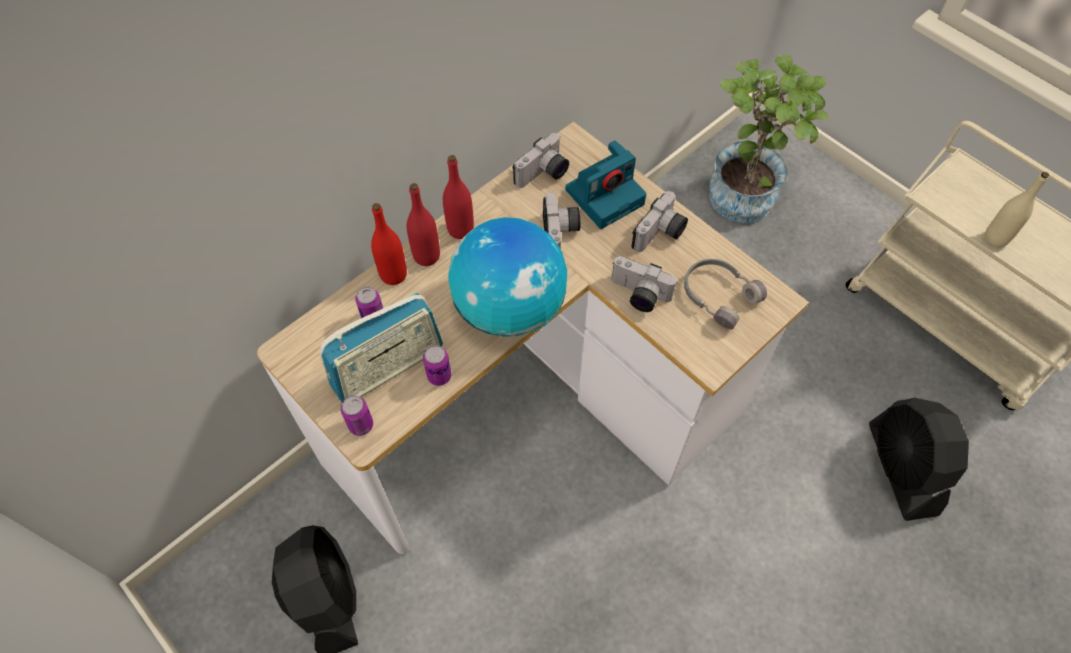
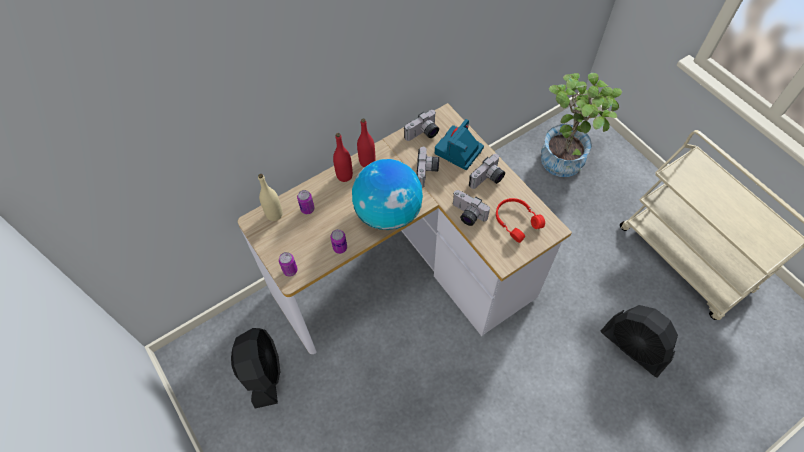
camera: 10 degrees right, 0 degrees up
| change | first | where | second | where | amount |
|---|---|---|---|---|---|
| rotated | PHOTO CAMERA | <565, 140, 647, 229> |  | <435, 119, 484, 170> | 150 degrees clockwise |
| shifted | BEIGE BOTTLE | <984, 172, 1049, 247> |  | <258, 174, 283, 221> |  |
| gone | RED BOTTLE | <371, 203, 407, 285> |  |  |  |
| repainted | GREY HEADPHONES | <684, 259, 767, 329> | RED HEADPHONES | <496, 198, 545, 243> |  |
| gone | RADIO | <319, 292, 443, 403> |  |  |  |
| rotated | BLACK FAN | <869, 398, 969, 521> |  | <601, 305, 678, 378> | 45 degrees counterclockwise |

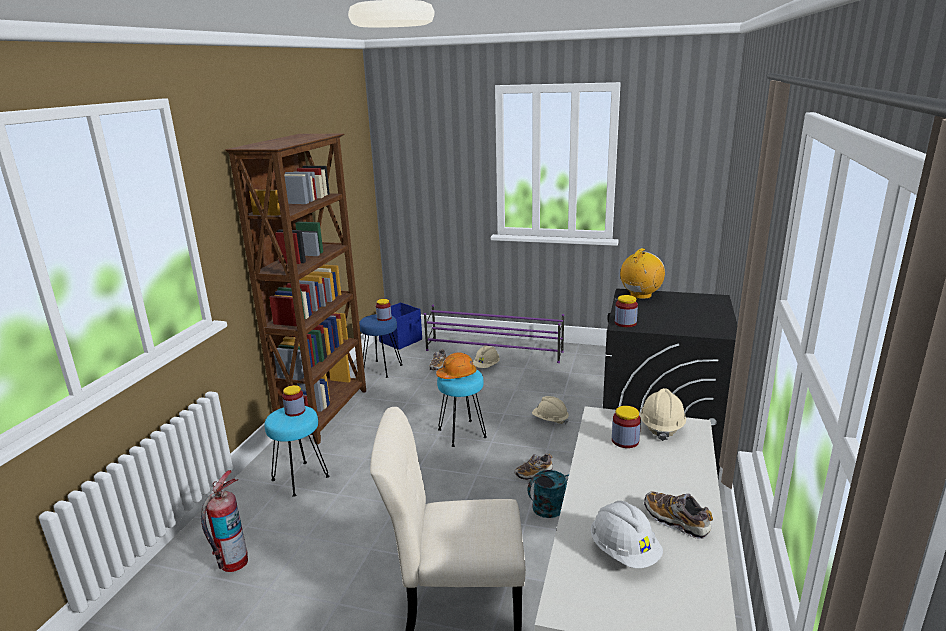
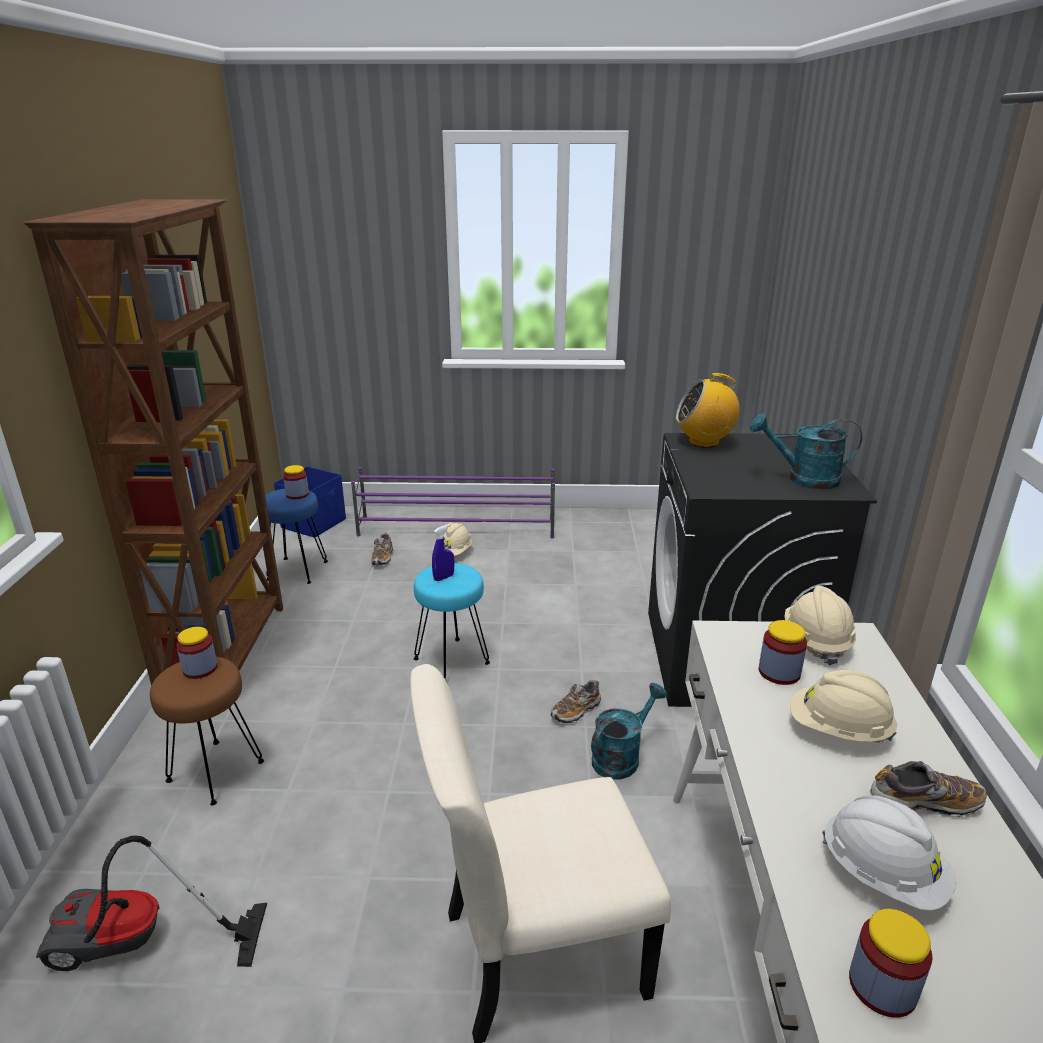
camera: 15 degrees left, 5 degrees up
| change | first | where | second | where | amount |
|---|---|---|---|---|---|
| rotated | RADIO | <620, 248, 665, 299> |  | <676, 373, 740, 448> | 120 degrees counterclockwise |
| shifted | JAR | <615, 295, 638, 327> |  | <849, 909, 933, 1018> |  |
| swapped | ORANGE HARD HAT | <436, 352, 476, 379> | BLUE SPRAY BOTTLE | <432, 524, 455, 581> |  |
| shifted | BEIGE HARD HAT | <532, 396, 569, 424> |  | <790, 670, 897, 743> |  |
| repainted | TURQUOISE STOOL | <265, 406, 329, 497> | BROWN STOOL | <150, 657, 264, 805> |  |
| swapped | FIRE EXTINGUISHER | <201, 470, 248, 572> | VACUUM CLEANER | <36, 836, 267, 971> |  |
| rotated | SHOE | <644, 491, 713, 539> |  | <869, 761, 987, 817> | 150 degrees clockwise |
| new |  |  | TURQUOISE WATERING CAN | <750, 413, 862, 490> |  |

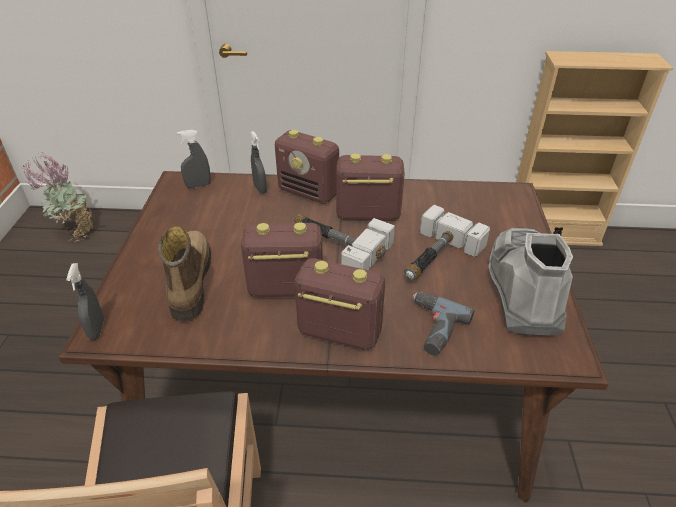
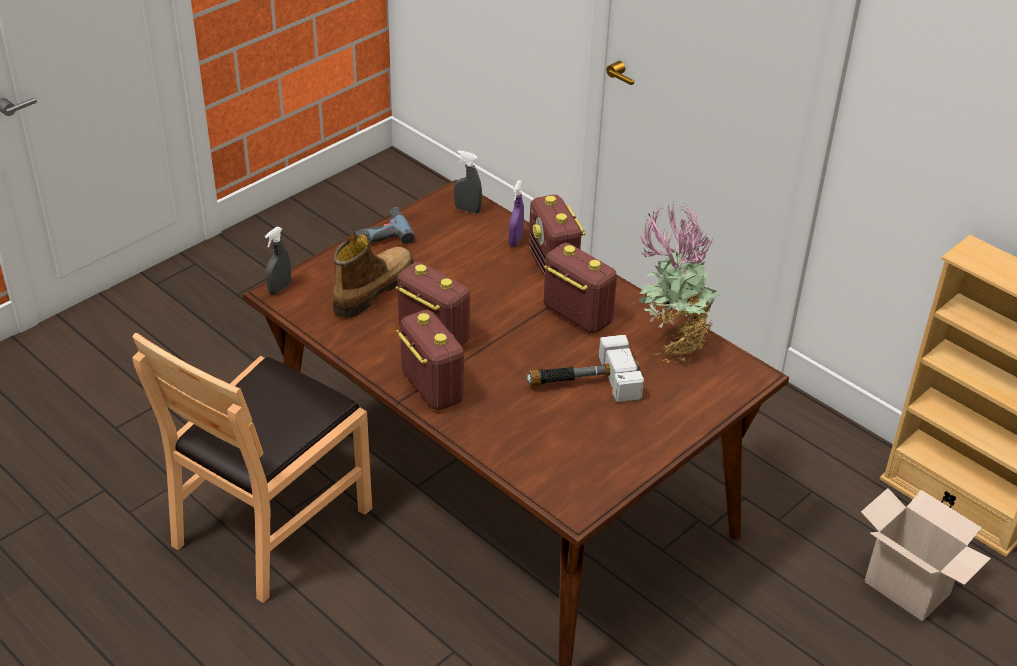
camera: 40 degrees right, 0 degrees up
| change | first | where | second | where | amount |
|---|---|---|---|---|---|
| repainted | GREY SPRAY BOTTLE | <250, 131, 267, 194> | PURPLE SPRAY BOTTLE | <509, 180, 524, 247> |  |
| shifted | POTTED PLANT | <22, 154, 94, 242> |  | <638, 202, 719, 363> |  |
| gone | HAMMER | <293, 214, 395, 270> |  |  |  |
| gone | GREY BOOT | <489, 228, 573, 335> |  |  |  |
| shifted | POWER DRILL | <413, 291, 475, 355> |  | <354, 207, 415, 244> |  |
| new |  |  | CARDBOARD BOX | <861, 488, 991, 621> |  |

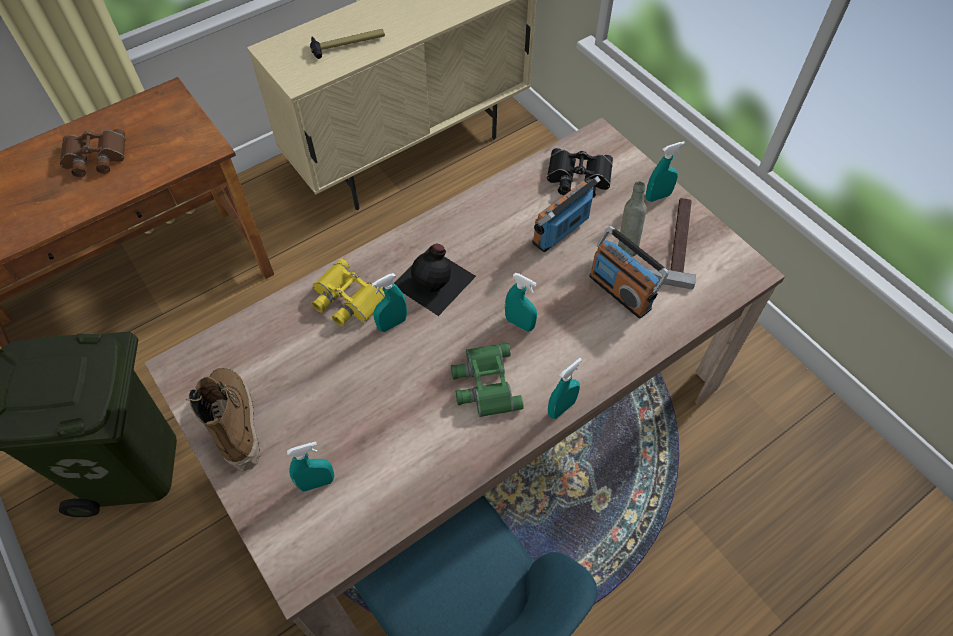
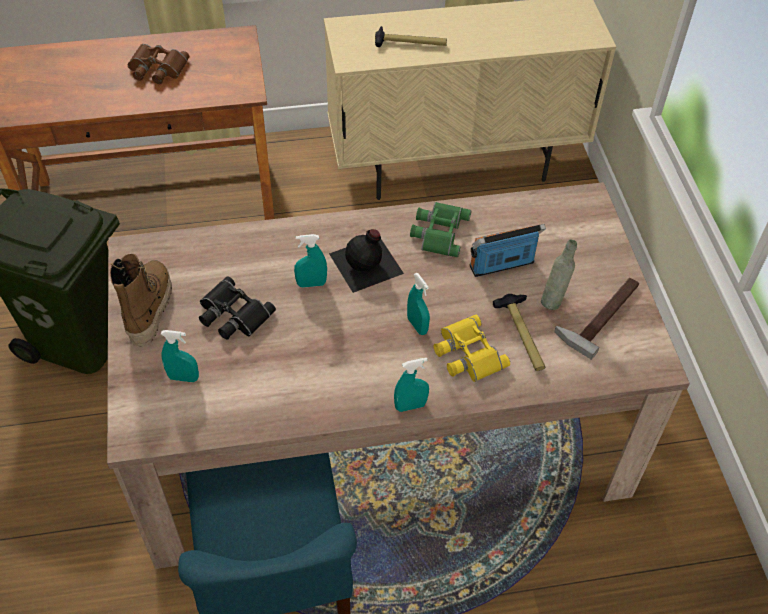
camera: 25 degrees right, 5 degrees down
| change | first | where | second | where | amount |
|---|---|---|---|---|---|
| gone | TURQUOISE SPRAY BOTTLE | <646, 141, 685, 202> |  |  |  |
| shifted | BLACK BINOCULARS | <547, 148, 613, 198> |  | <199, 276, 276, 340> |  |
| swapped | RADIO | <589, 226, 669, 319> | HAMMER | <493, 294, 545, 371> |  |
| shifted | YELLOW BINOCULARS | <312, 258, 385, 326> |  | <434, 315, 510, 382> |  |
| shifted | GREEN BINOCULARS | <451, 343, 524, 417> |  | <410, 202, 471, 257> |  |

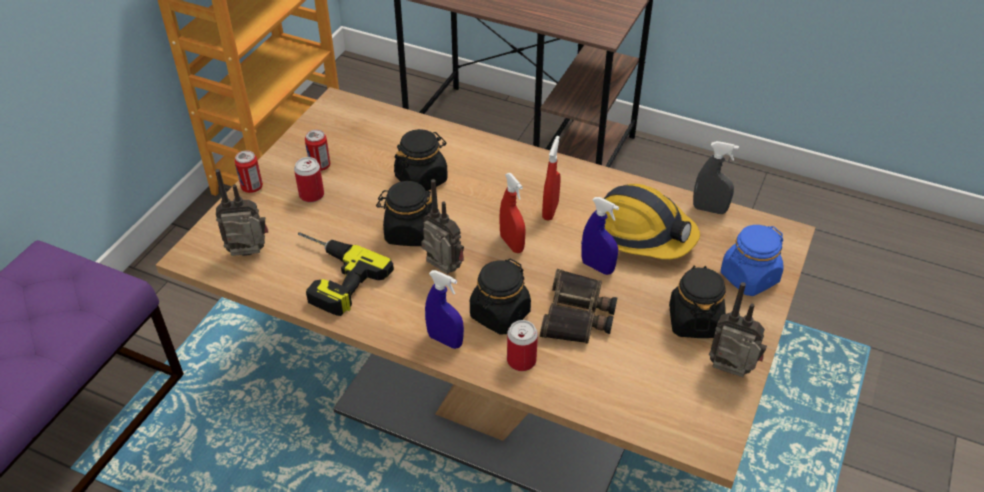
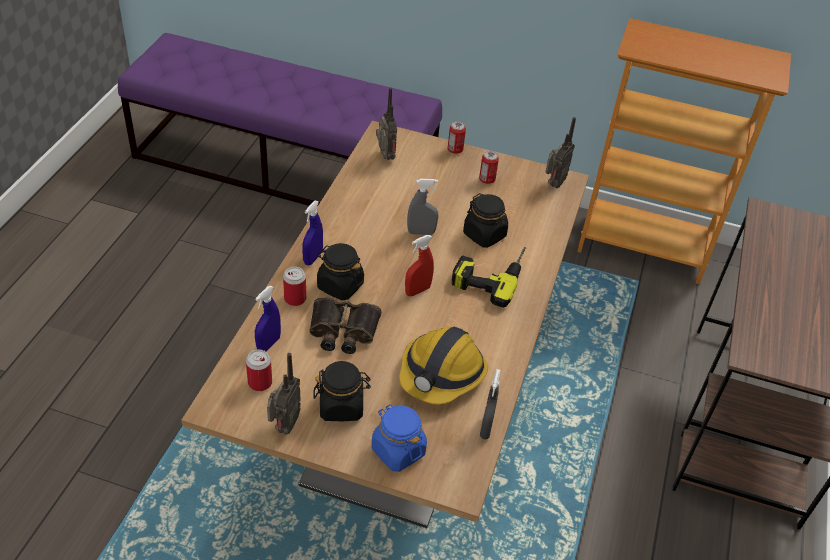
camera: 80 degrees right, 0 degrees up
| change | first | where | second | where | amount |
|---|---|---|---|---|---|
| gone | RED SPRAY BOTTLE | <542, 136, 561, 221> |  |  |  |
| shifted | CAN | <294, 157, 324, 202> |  | <246, 349, 272, 391> |  |
| shifted | RADIO | <421, 179, 464, 274> |  | <545, 117, 576, 188> |  |
| swapped | BLACK JAR | <376, 181, 432, 246> | GREY SPRAY BOTTLE | <407, 179, 438, 235> |  |
| shifted | BLUE SPRAY BOTTLE | <581, 197, 619, 275> |  | <255, 286, 281, 352> |  |
| shifted | POWER DRILL | <298, 232, 394, 316> |  | <452, 247, 526, 308> |  |

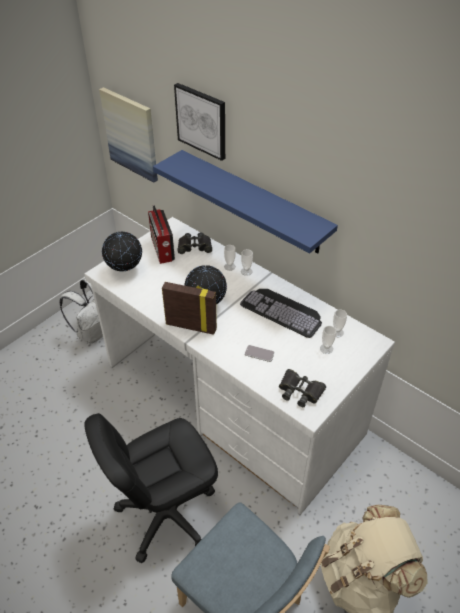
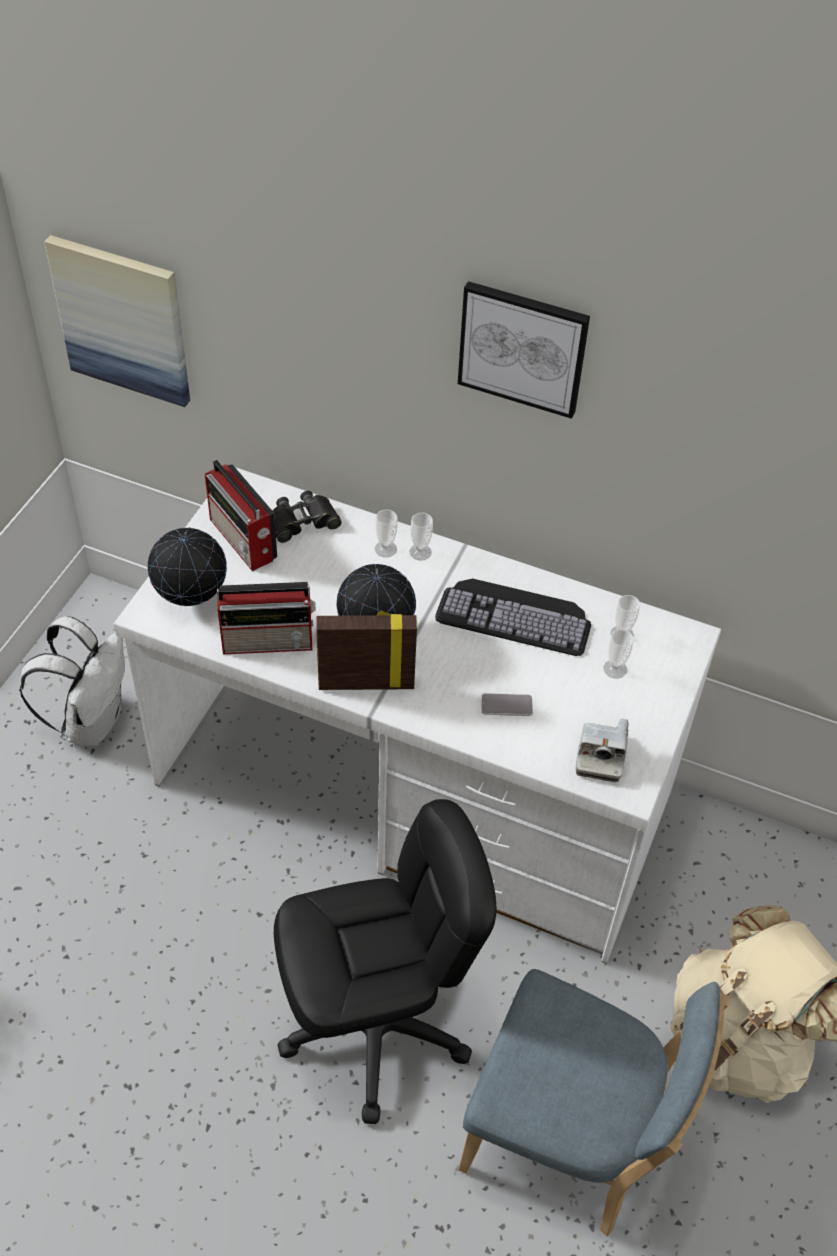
camera: 20 degrees left, 5 degrees up
| change | first | where | second | where | amount |
|---|---|---|---|---|---|
| shifted | PICTURE | <174, 83, 225, 161> |  | <458, 281, 590, 419> |  |
| gone | BLUE SHELF | <153, 150, 338, 253> |  |  |  |
| swapped | BLACK BINOCULARS | <279, 369, 326, 407> | PHOTO CAMERA | <576, 719, 628, 782> |  |
| rotated | BLACK OFFICE CHAIR | <84, 413, 218, 563> |  | <274, 799, 496, 1124> | 150 degrees counterclockwise |
| new |  |  | RADIO | <217, 582, 316, 655> |  |

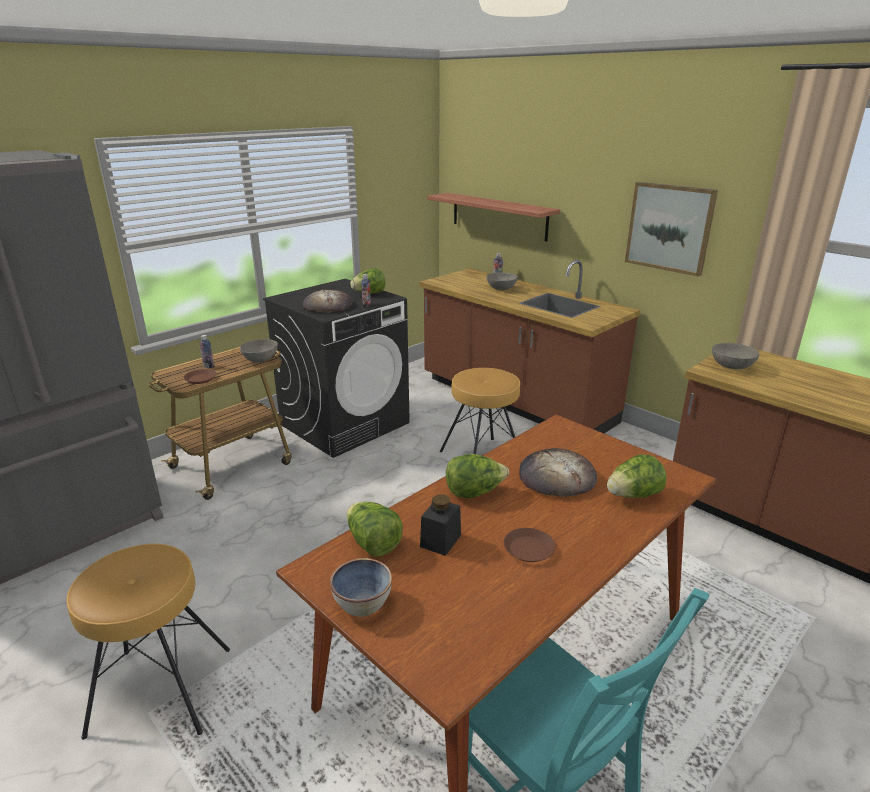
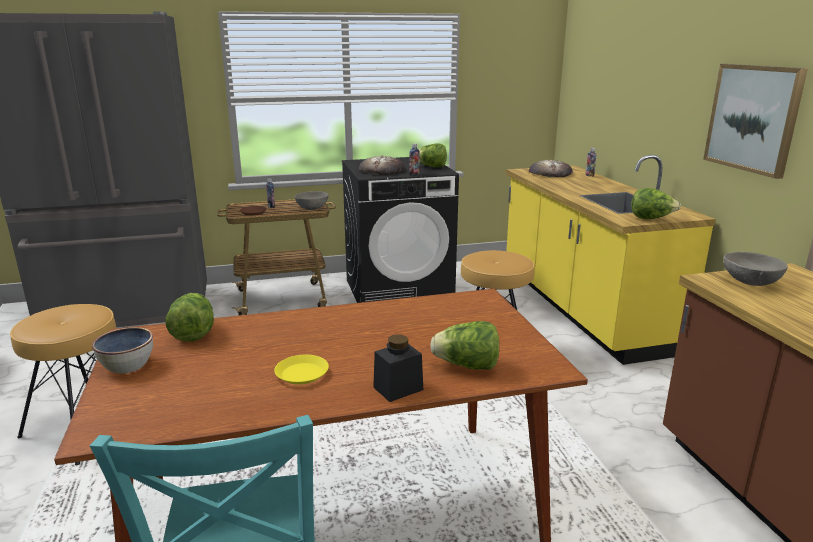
camera: 30 degrees right, 5 degrees down
| change | first | where | second | where | amount |
|---|---|---|---|---|---|
| gone | SHELF | <427, 193, 560, 241> |  |  |  |
| repainted | BROWN COUNTER | <419, 260, 640, 433> | YELLOW COUNTER | <506, 155, 716, 365> |  |
| gone | GREY BOWL | <486, 272, 518, 290> |  |  |  |
| shifted | BREAD | <519, 448, 597, 497> |  | <529, 160, 573, 177> |  |
| shifted | LETTUCE | <446, 454, 509, 498> |  | <631, 188, 681, 220> |  |
| shifted | BLACK JAR | <420, 494, 461, 556> |  | <373, 334, 423, 402> |  |
| repainted | BROWN PLATE | <504, 528, 555, 562> | YELLOW PLATE | <274, 355, 329, 385> |  |

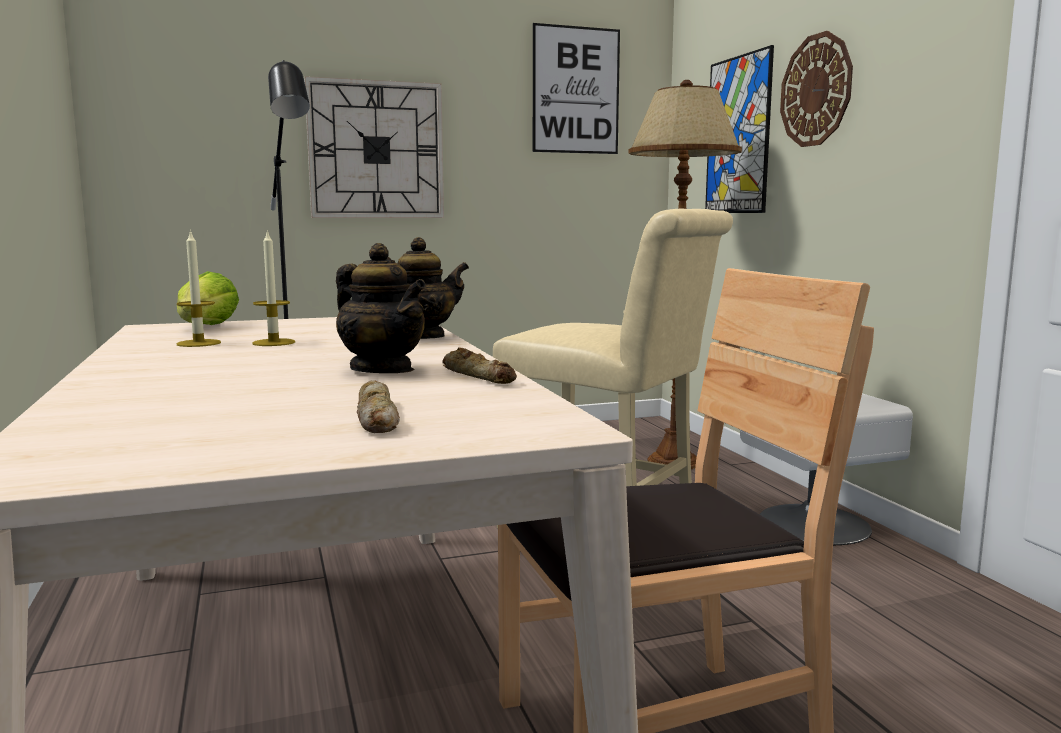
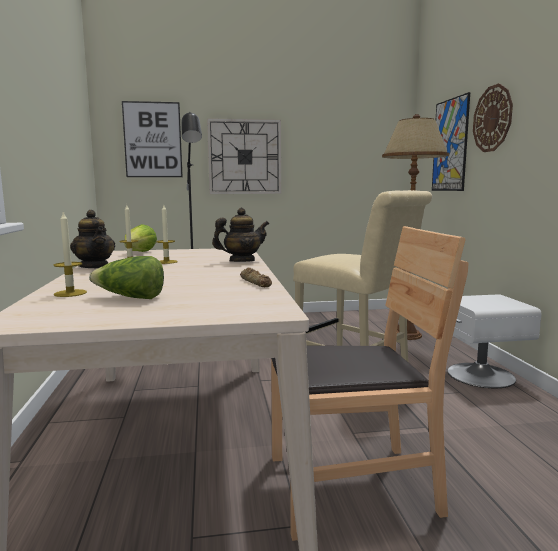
camera: 10 degrees right, 0 degrees up
| change | first | where | second | where | amount |
|---|---|---|---|---|---|
| shifted | PICTURE | <533, 23, 620, 154> |  | <122, 101, 183, 177> |  |
| shifted | TEAPOT | <336, 243, 426, 373> |  | <70, 210, 115, 268> |  |
| gone | BREAD | <357, 380, 400, 433> |  |  |  |
| new |  |  | CANDLE | <54, 211, 87, 297> |  |
| new |  |  | LETTUCE | <89, 256, 164, 299> |  |

